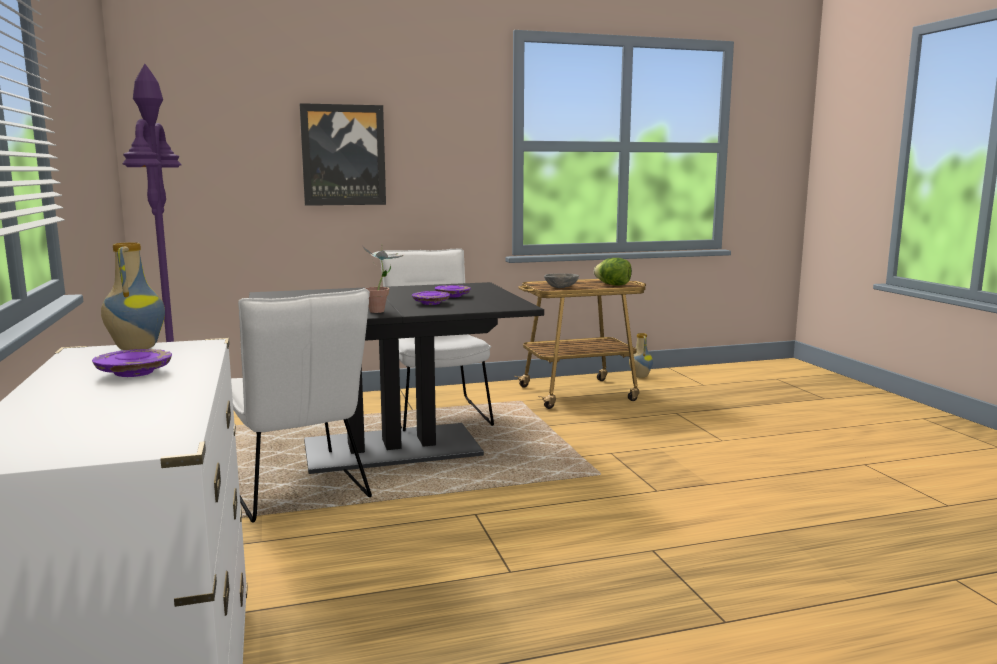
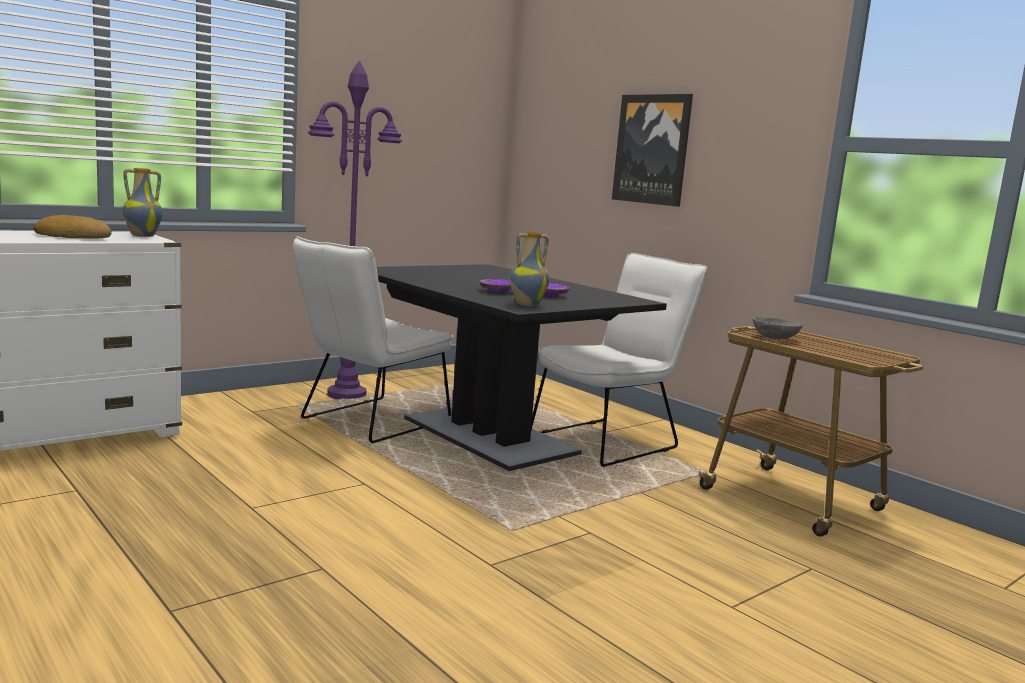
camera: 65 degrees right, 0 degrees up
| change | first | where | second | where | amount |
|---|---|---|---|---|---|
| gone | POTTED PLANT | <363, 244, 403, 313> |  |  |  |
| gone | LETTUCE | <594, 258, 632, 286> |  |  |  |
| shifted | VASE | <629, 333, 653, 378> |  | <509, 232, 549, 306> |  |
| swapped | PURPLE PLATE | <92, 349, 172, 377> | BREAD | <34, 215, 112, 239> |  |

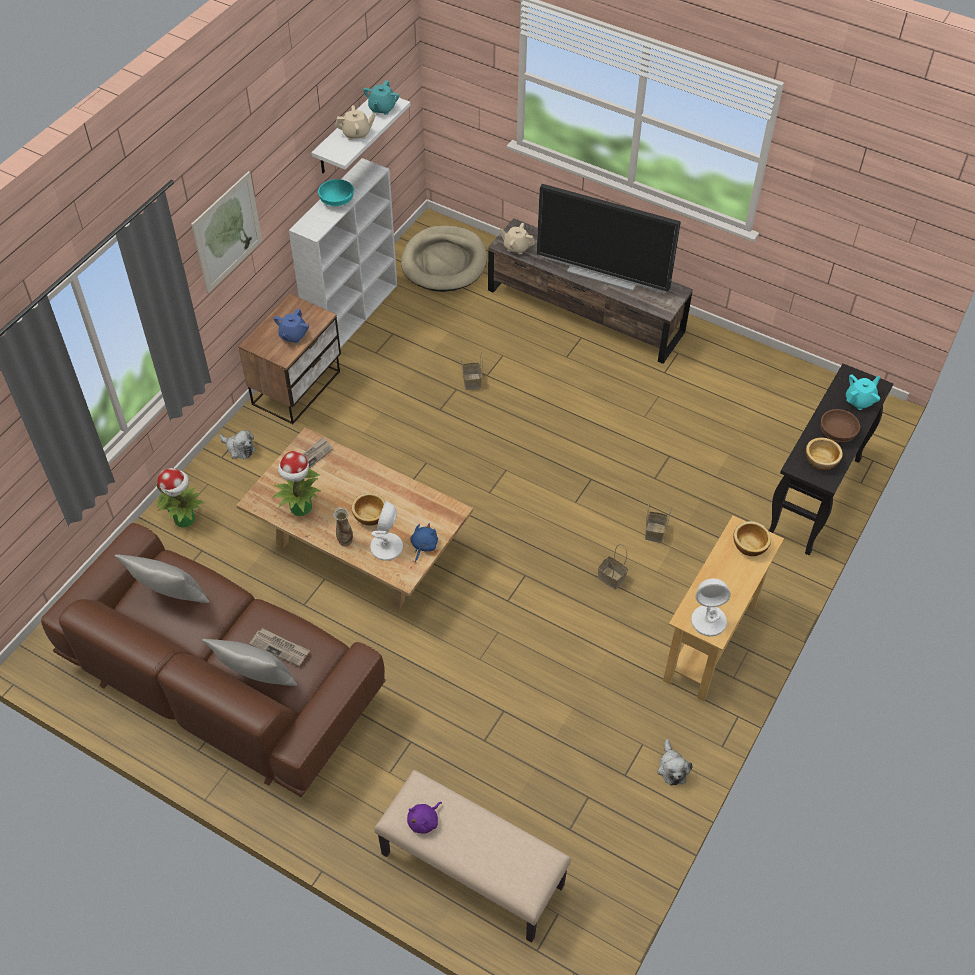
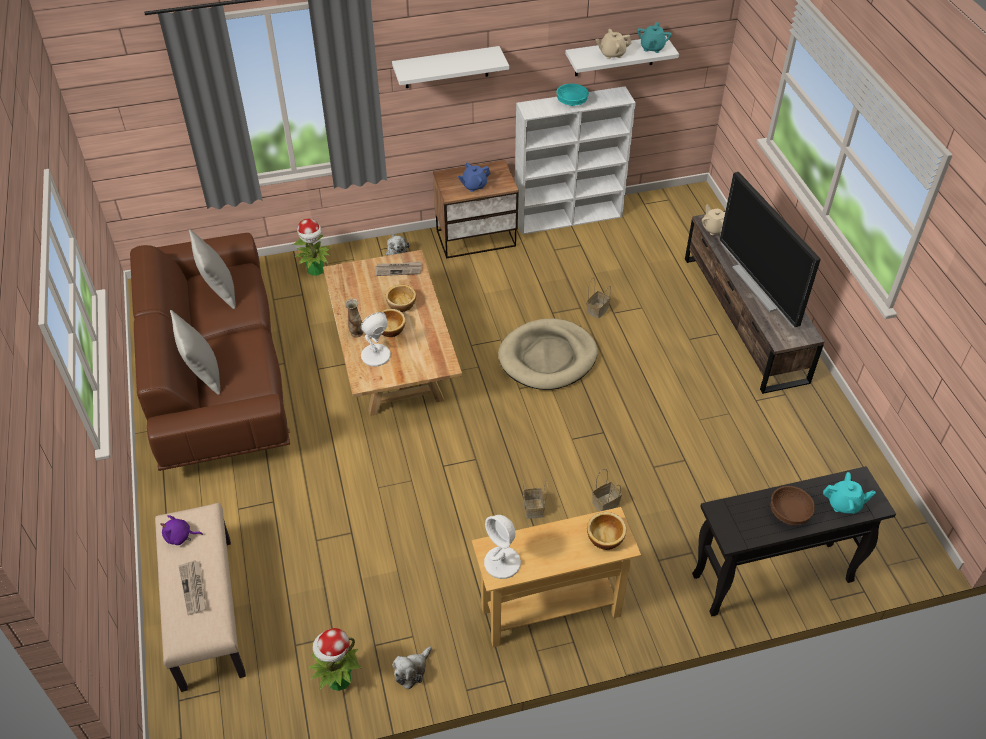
camera: 45 degrees right, 5 degrees down
| change | first | where | second | where | amount |
|---|---|---|---|---|---|
| rotated | TURQUOISE TEAPOT | <363, 80, 399, 115> |  | <637, 22, 672, 53> | 45 degrees counterclockwise |
| rotated | BEIGE TEAPOT | <335, 105, 376, 140> |  | <596, 29, 632, 59> | 135 degrees clockwise |
| swapped | PICTURE | <191, 171, 262, 293> | WHITE SHELF | <392, 46, 509, 88> |  |
| shifted | BEIGE DOG BED | <401, 225, 487, 292> |  | <498, 319, 598, 390> |  |
| shifted | BOWL | <806, 438, 843, 470> |  | <386, 285, 416, 312> |  |
| shifted | POTTED PLANT | <272, 451, 321, 516> |  | <308, 628, 362, 691> |  |
| gone | BLUE PLUSH TOY | <410, 523, 438, 562> |  |  |  |
| shifted | NEWSPAPER | <249, 628, 310, 666> |  | <179, 560, 206, 615> |  |

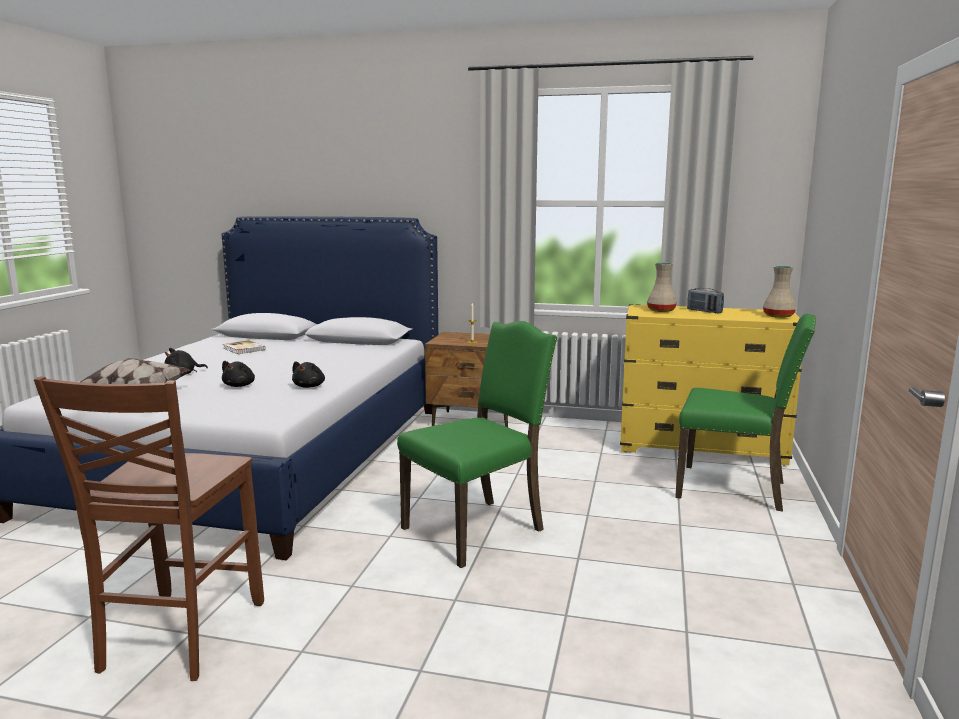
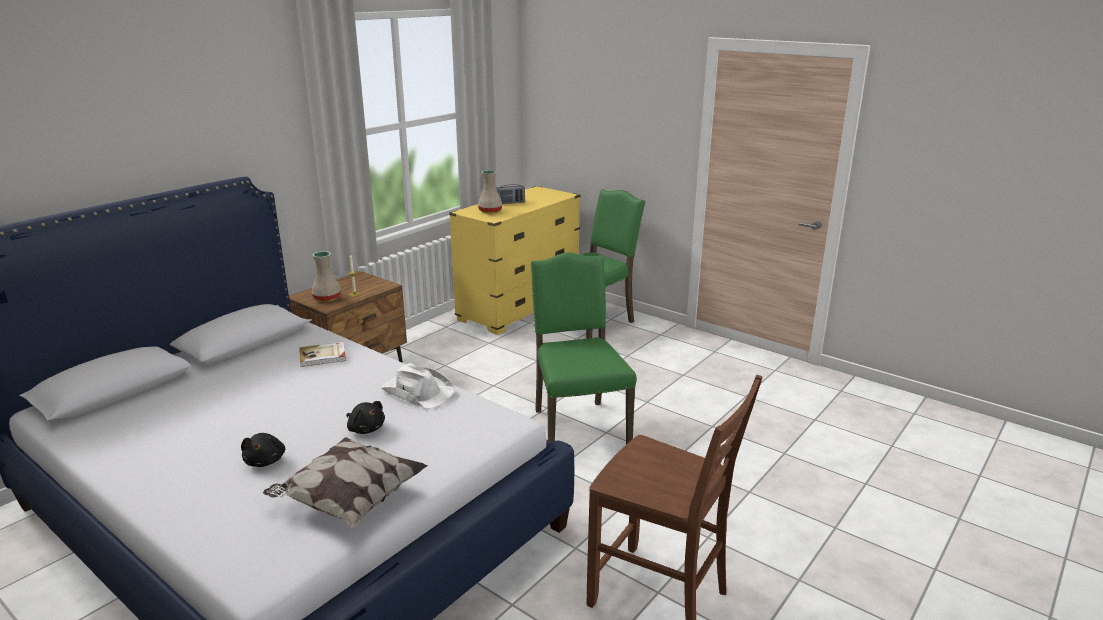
camera: 65 degrees left, 10 degrees up
| change | first | where | second | where | amount |
|---|---|---|---|---|---|
| shifted | BEIGE VASE | <763, 266, 796, 318> |  | <311, 251, 341, 302> |  |
| shifted | BOOK | <223, 340, 266, 354> |  | <300, 342, 346, 367> |  |
| swapped | BLACK PLUSH TOY | <292, 361, 325, 388> | WHITE HAT | <381, 363, 454, 409> |  |

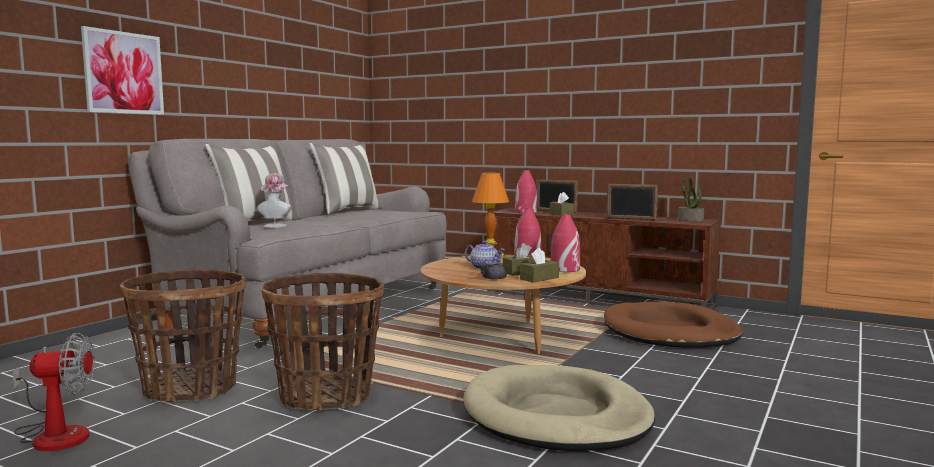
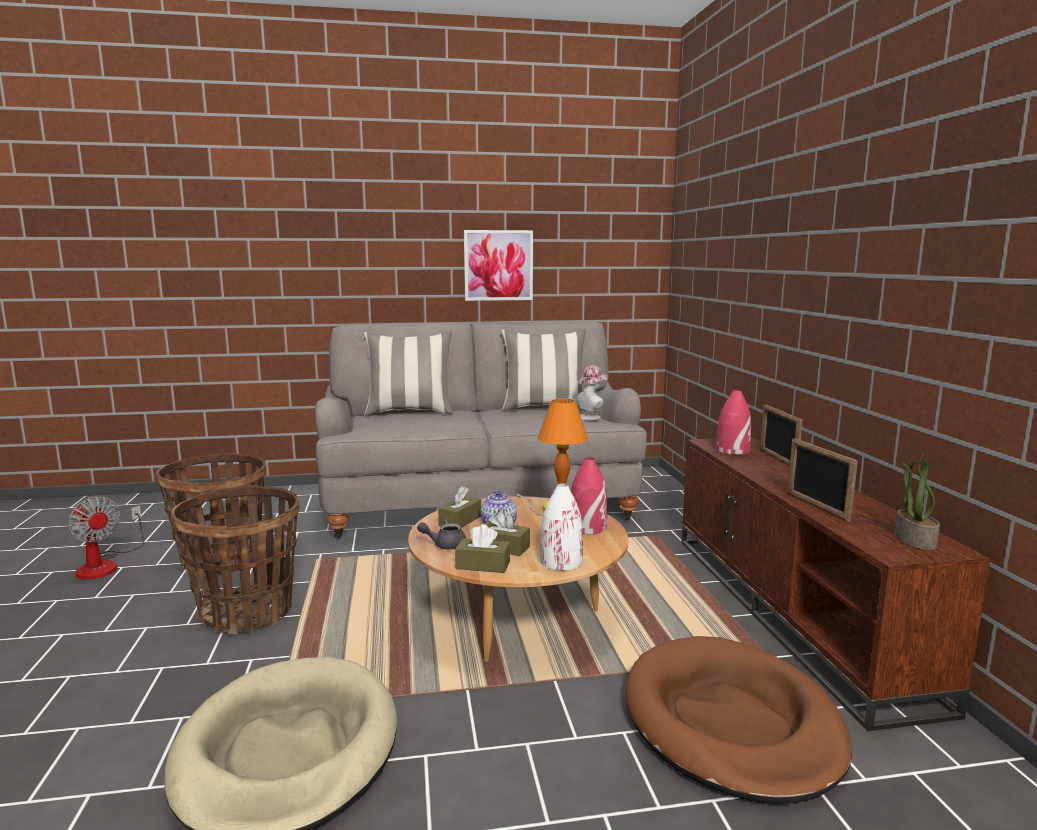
camera: 50 degrees right, 5 degrees up
| change | first | where | second | where | amount |
|---|---|---|---|---|---|
| shifted | PICTURE | <81, 26, 164, 115> |  | <464, 230, 533, 301> |  |
| shifted | HAT | <257, 173, 291, 228> |  | <576, 365, 607, 420> |  |
| shifted | BROWN TISSUE BOX | <550, 192, 574, 216> |  | <438, 486, 481, 528> |  |
| repainted | RED VASE | <551, 214, 580, 272> | WHITE VASE | <540, 483, 583, 571> |  |

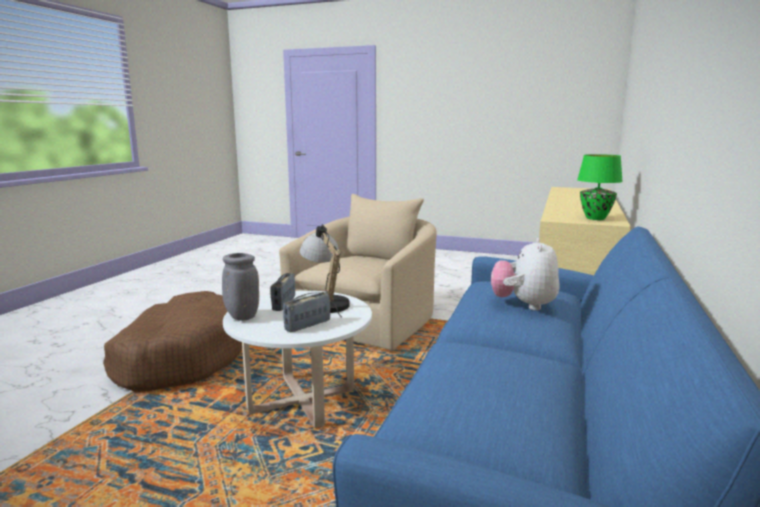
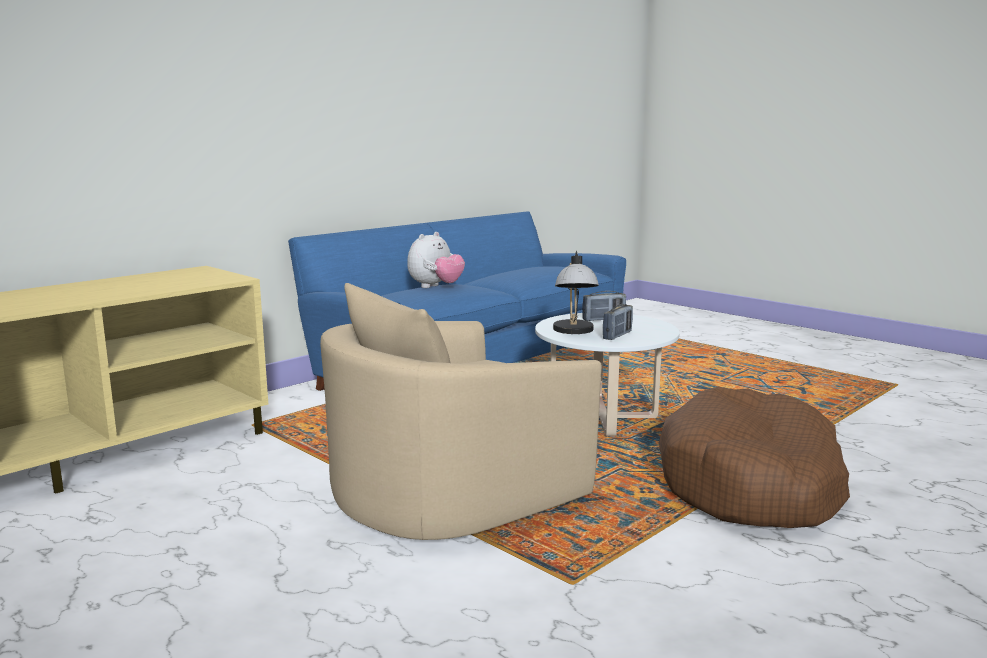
camera: 155 degrees left, 0 degrees up
| change | first | where | second | where | amount |
|---|---|---|---|---|---|
| gone | GREEN TABLE LAMP | <577, 154, 623, 220> |  |  |  |
| gone | GREY VASE | <222, 253, 259, 321> |  |  |  |

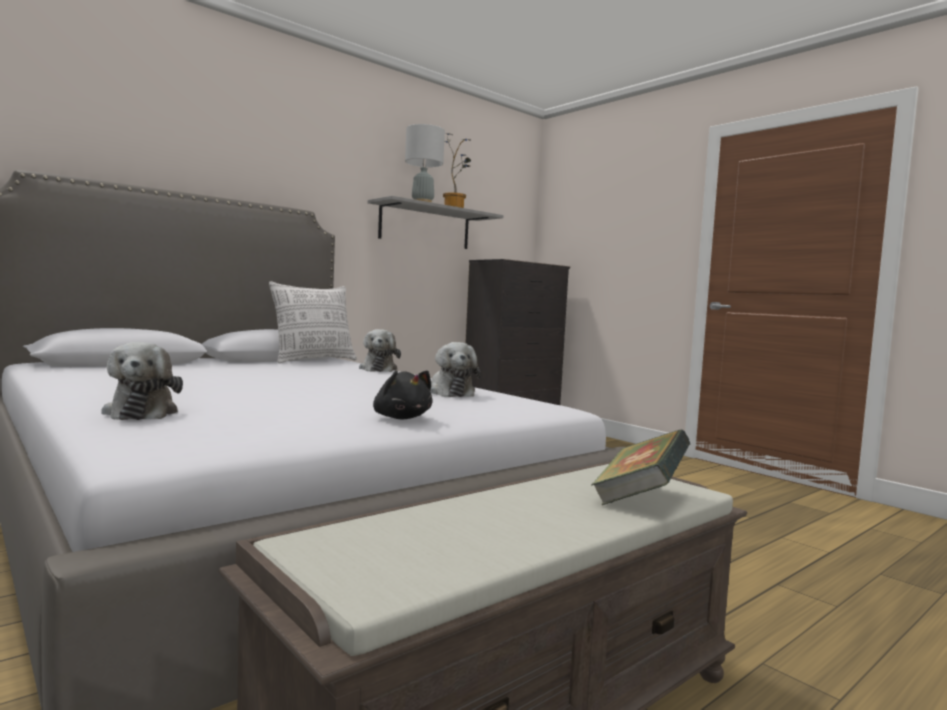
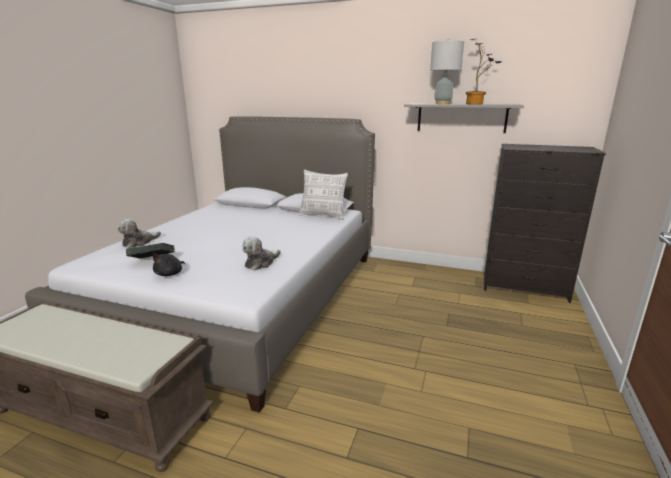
camera: 60 degrees right, 15 degrees up
| change | first | where | second | where | amount |
|---|---|---|---|---|---|
| gone | PLUSH TOY | <359, 329, 401, 372> |  |  |  |
| shifted | BOOK | <591, 429, 690, 505> |  | <126, 243, 175, 259> |  |

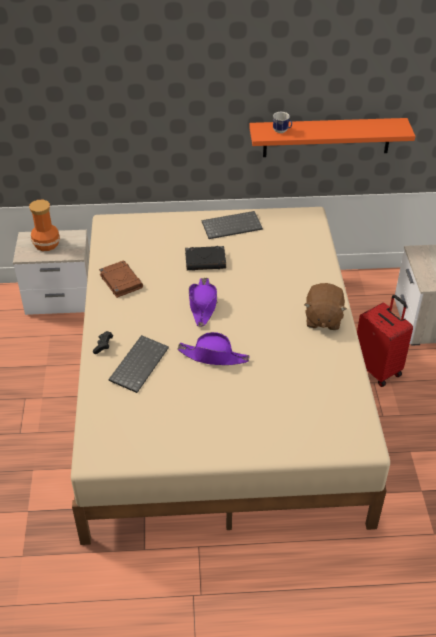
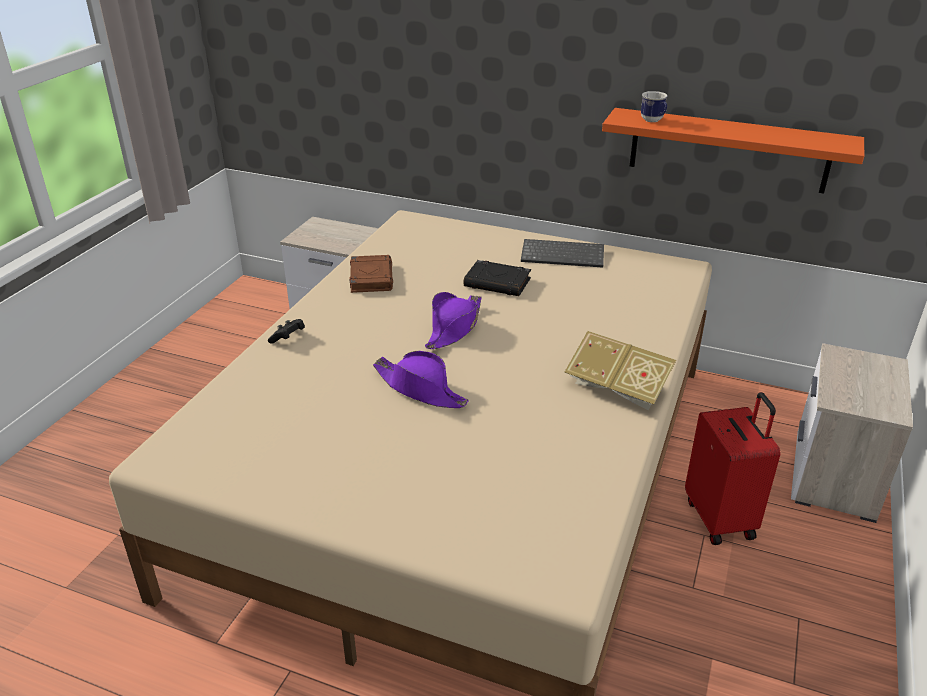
camera: 25 degrees right, 10 degrees down
| change | first | where | second | where | amount |
|---|---|---|---|---|---|
| gone | VASE | <29, 200, 60, 251> |  |  |  |
| swapped | BROWN PLUSH TOY | <304, 283, 347, 330> | BOOK | <565, 331, 676, 410> |  |
| gone | KEYBOARD | <109, 335, 169, 393> |  |  |  |

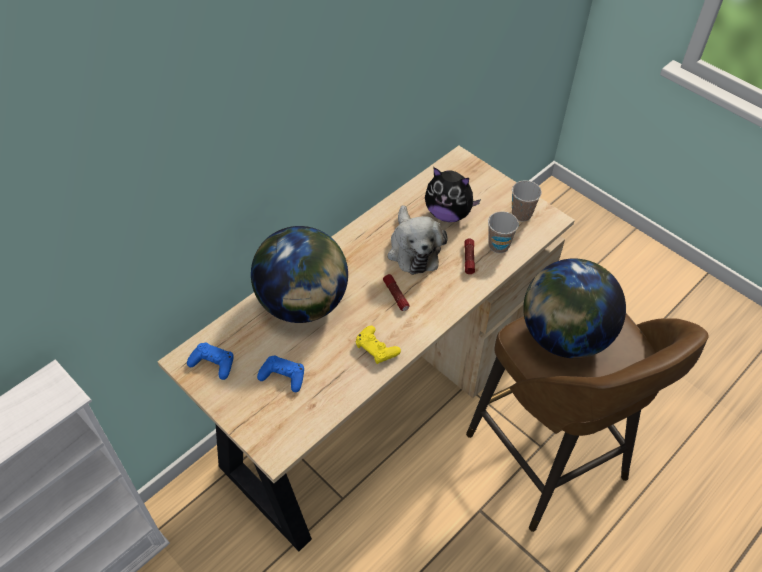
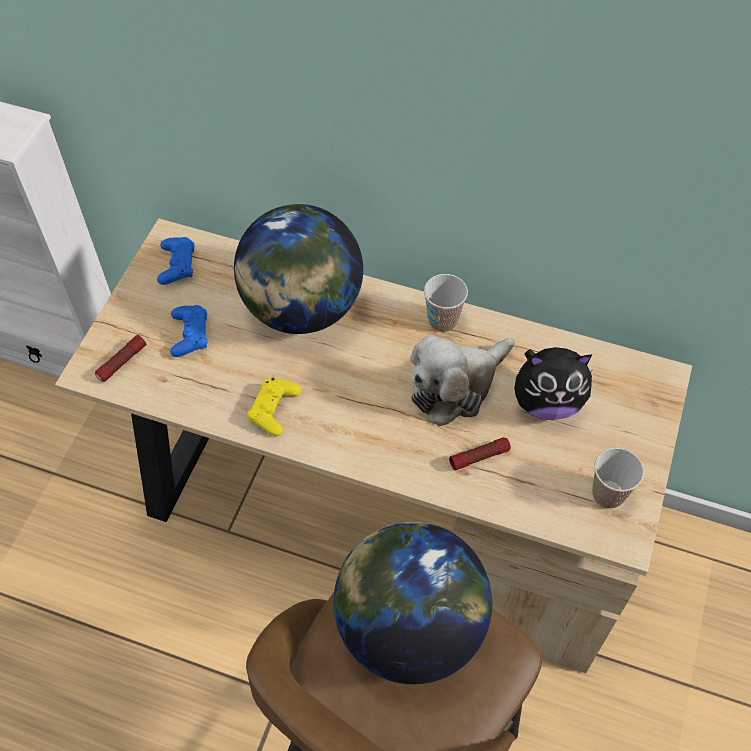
camera: 65 degrees right, 5 degrees up
| change | first | where | second | where | amount |
|---|---|---|---|---|---|
| rotated | PLUSH TOY | <425, 167, 481, 222> |  | <514, 347, 594, 420> | 90 degrees counterclockwise |
| shifted | CUP | <488, 211, 519, 253> |  | <424, 274, 468, 332> |  |
| shifted | FLASHLIGHT | <383, 274, 410, 311> |  | <95, 335, 147, 382> |  |

